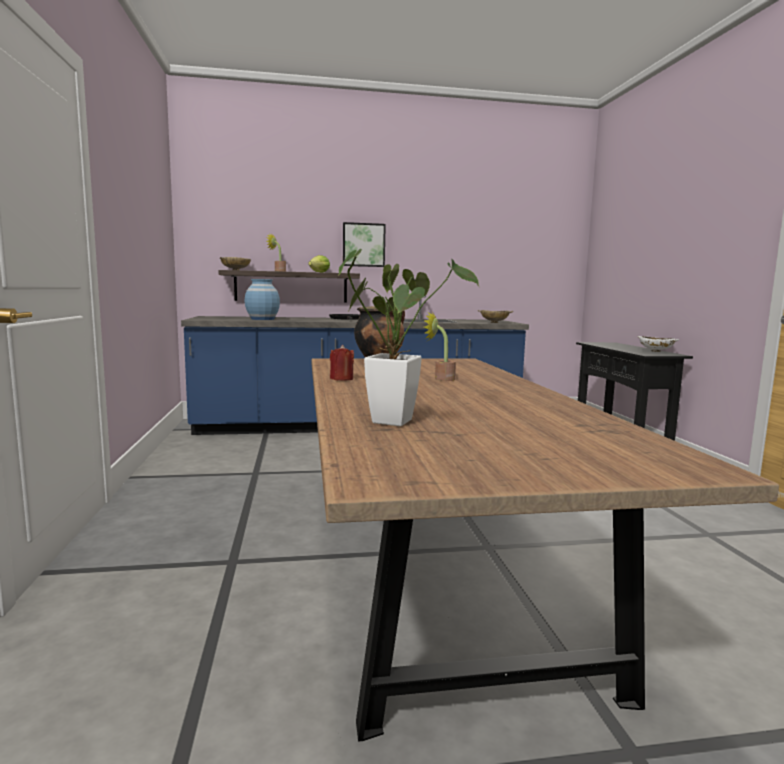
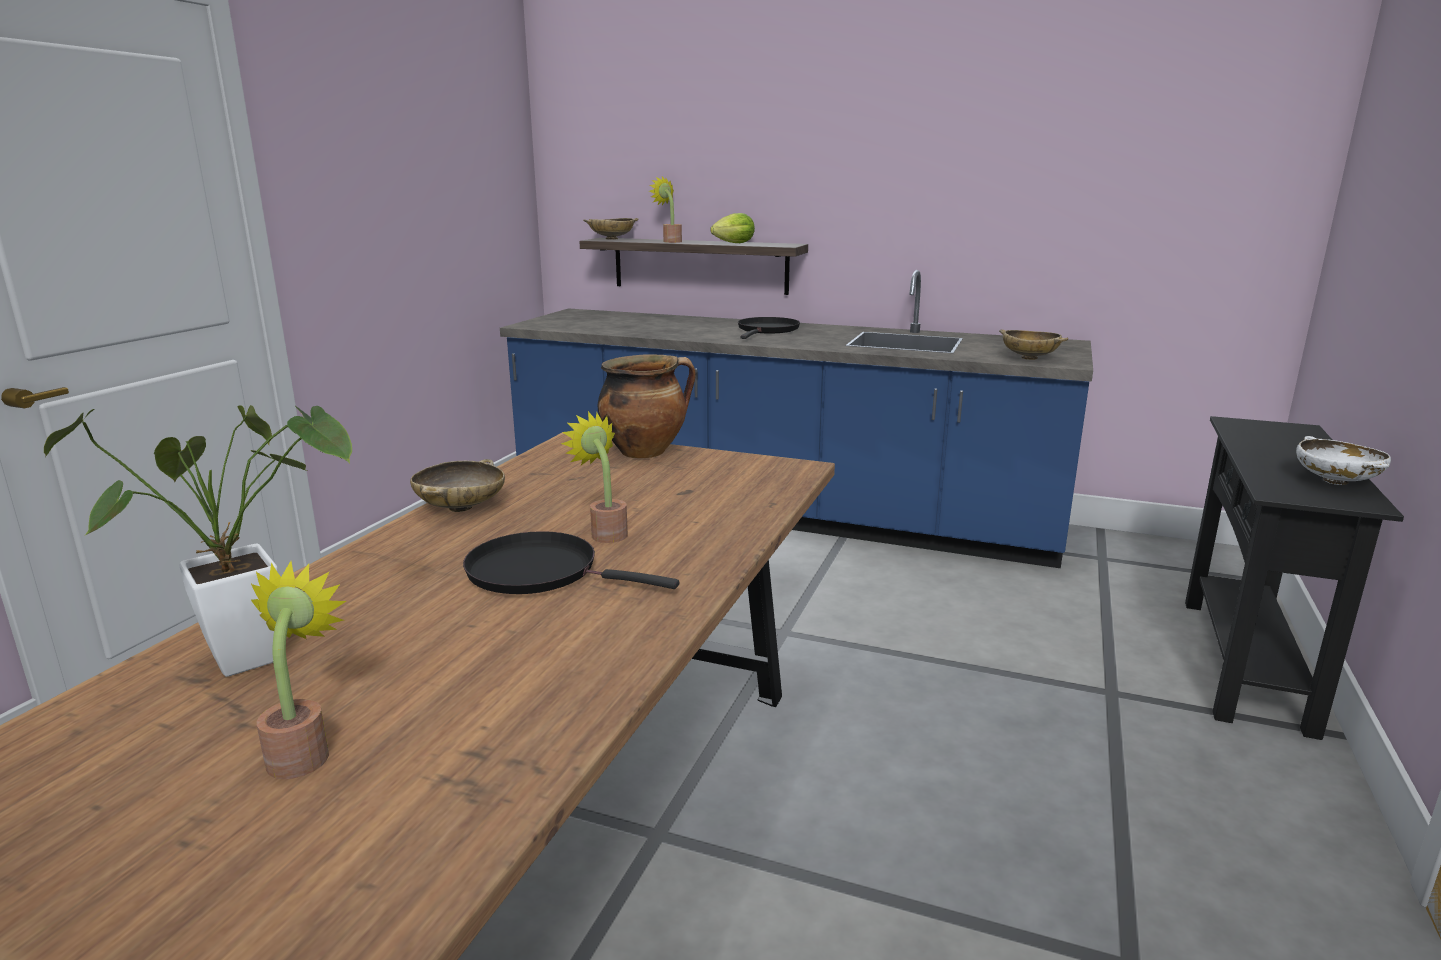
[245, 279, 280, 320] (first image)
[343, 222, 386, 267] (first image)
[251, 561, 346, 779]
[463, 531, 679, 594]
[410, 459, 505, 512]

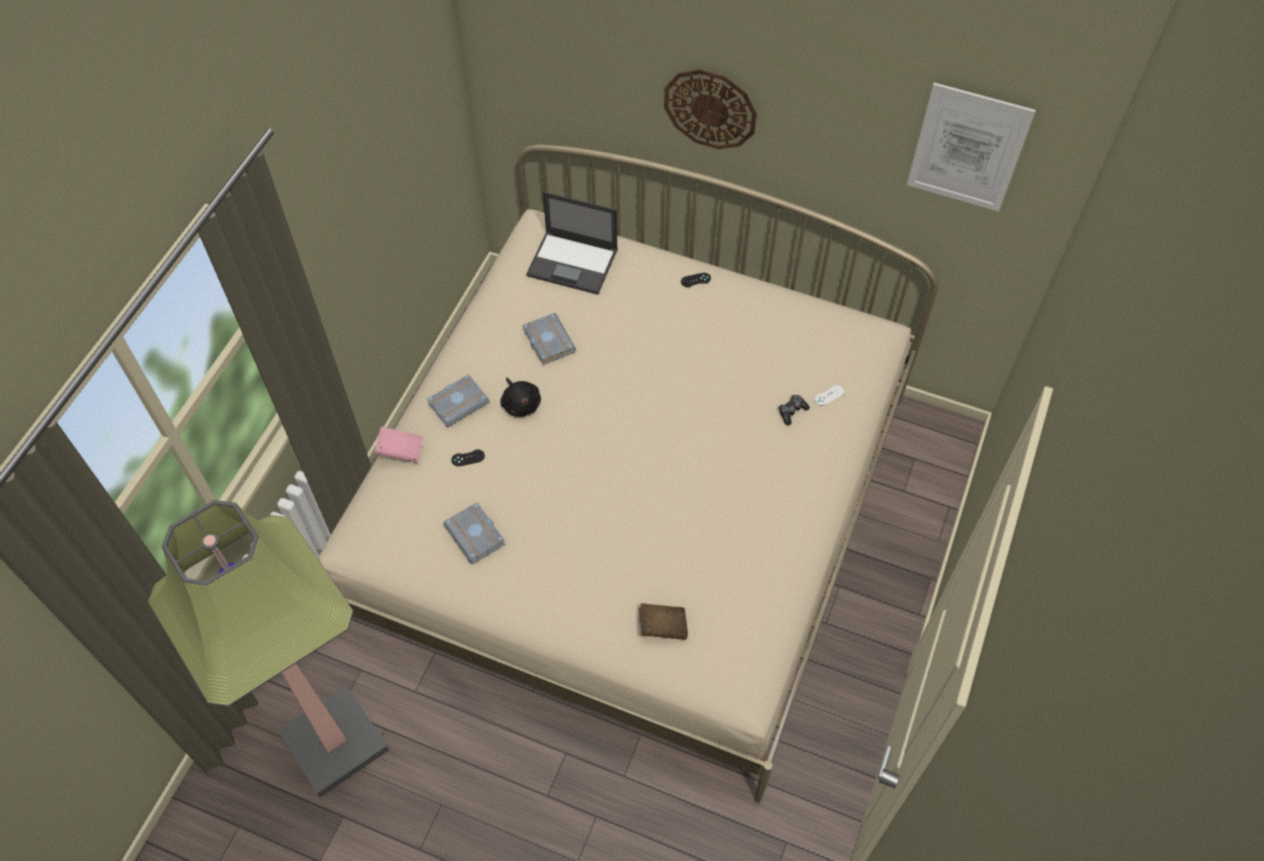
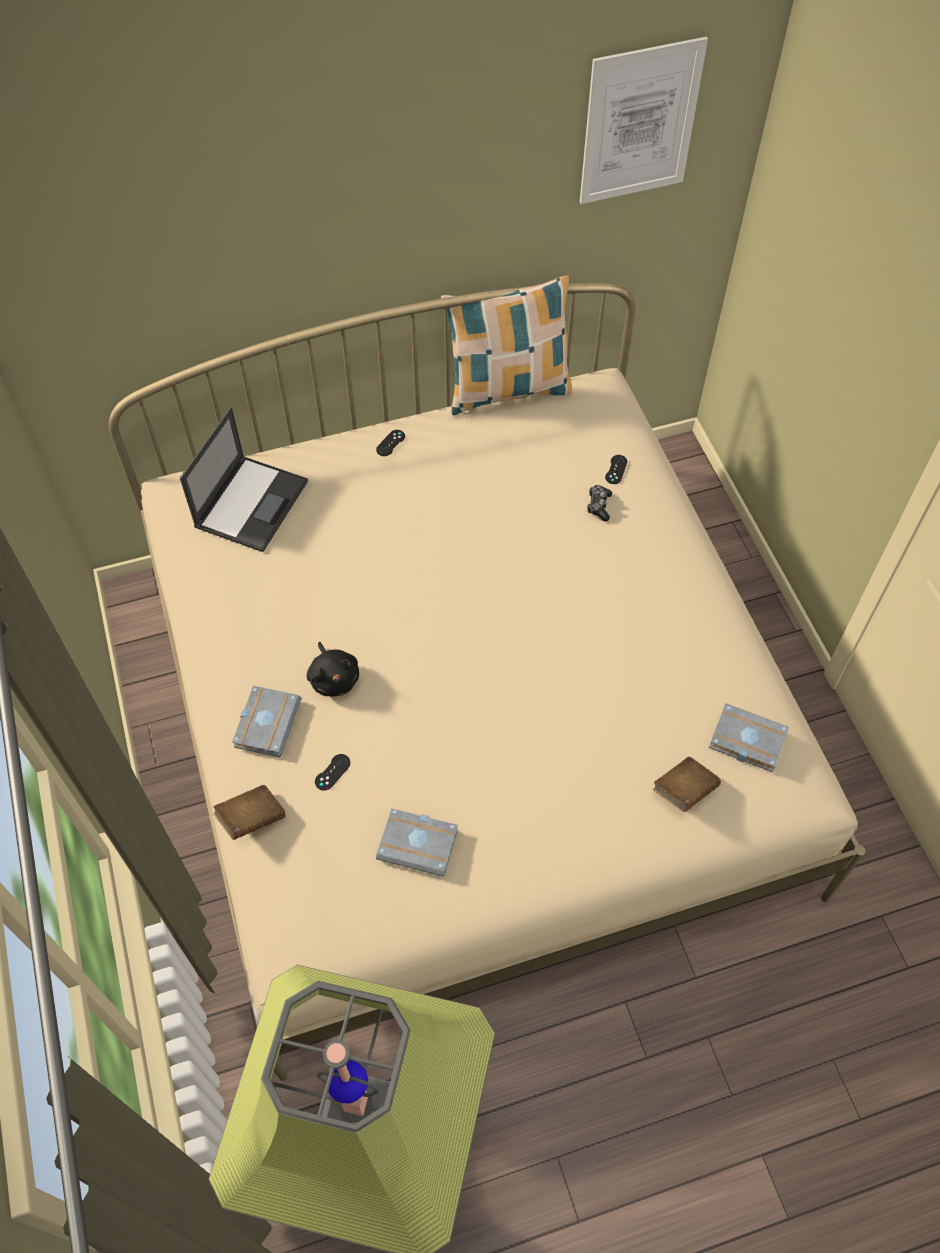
[664, 69, 757, 149] (first image)
[441, 276, 572, 415]
[709, 703, 789, 772]
[213, 785, 285, 840]
[605, 455, 627, 484]
[307, 642, 359, 696]
[180, 407, 308, 552]

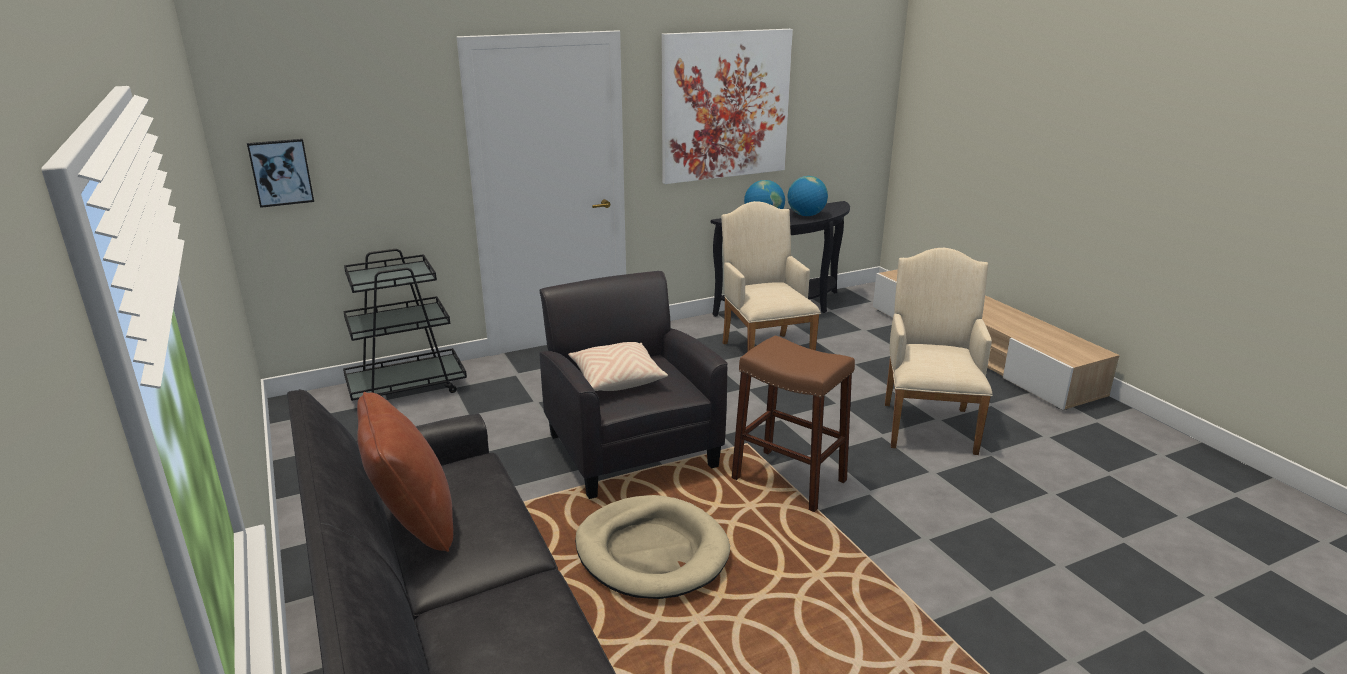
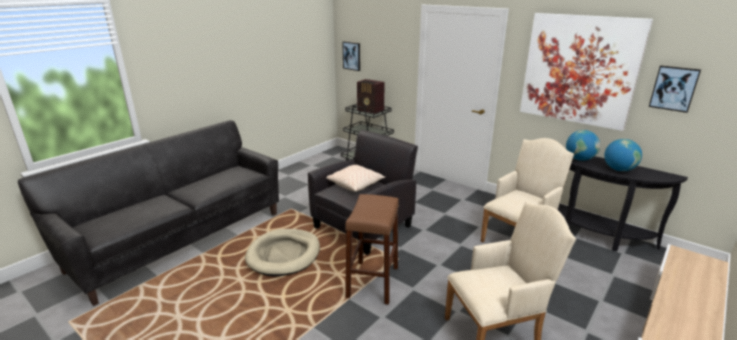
[357, 392, 453, 552] (first image)
[357, 79, 385, 114]
[649, 65, 701, 113]

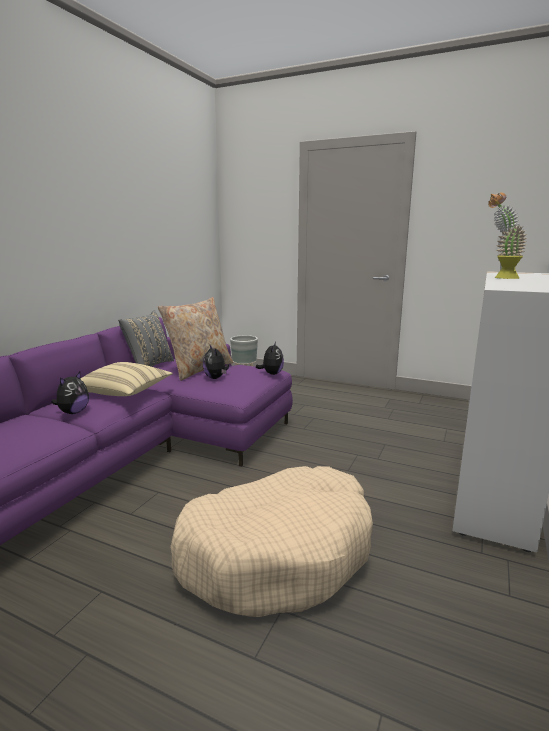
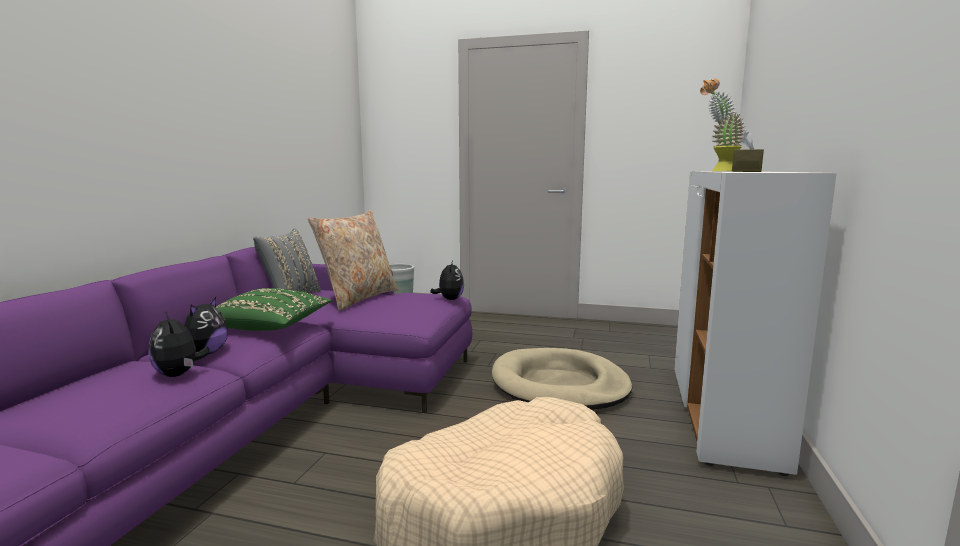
[492, 348, 632, 410]
[732, 130, 764, 172]
[148, 312, 210, 377]
[216, 288, 332, 331]

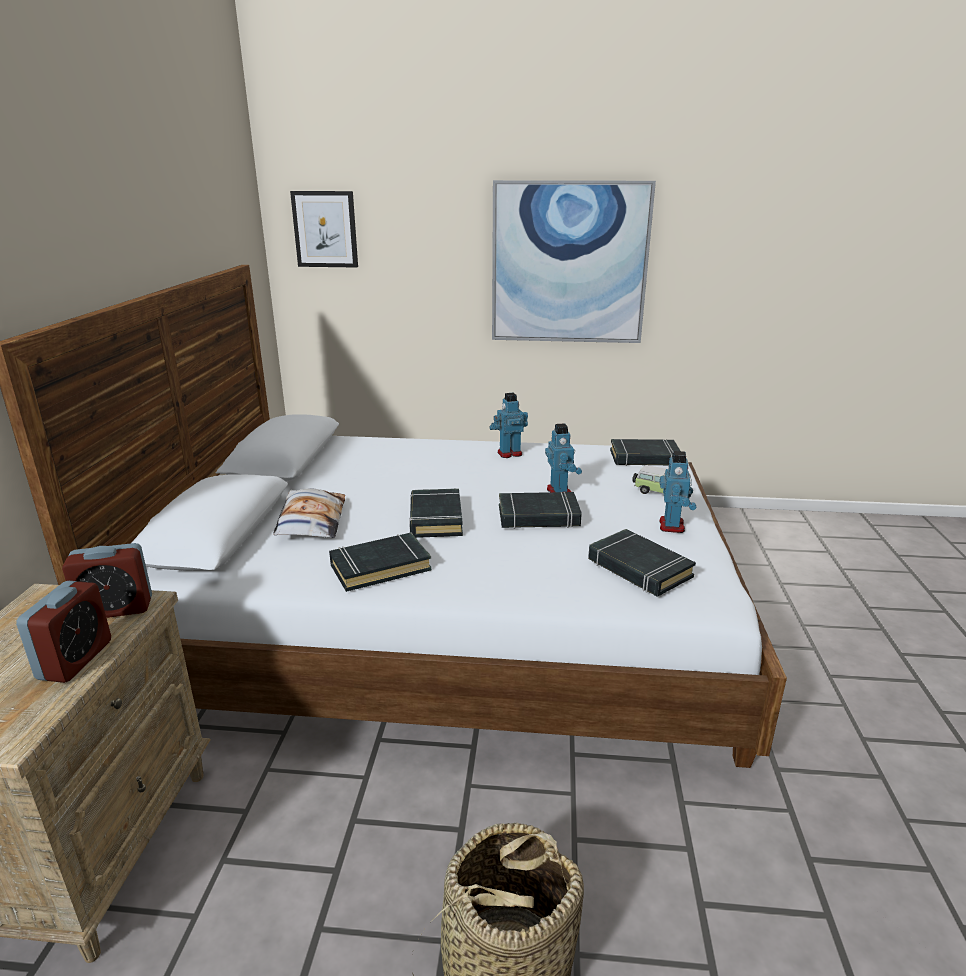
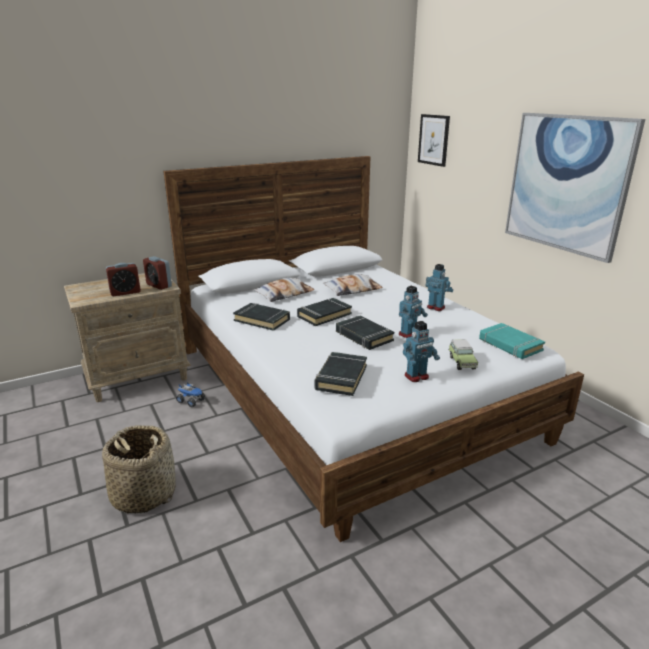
[176, 382, 205, 407]
[322, 274, 383, 296]
[479, 323, 545, 359]

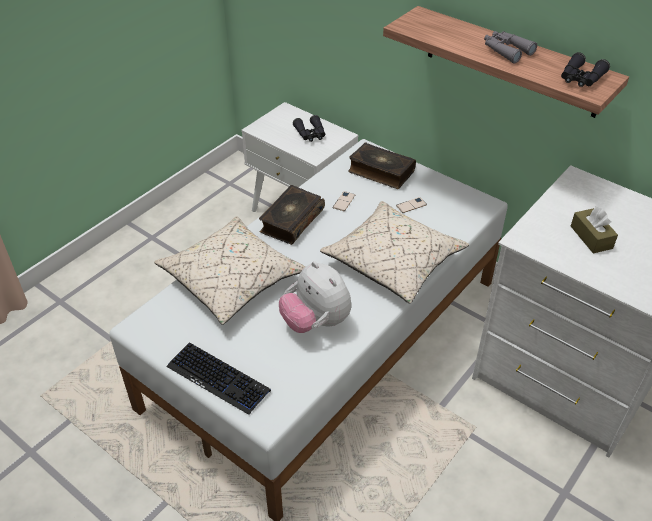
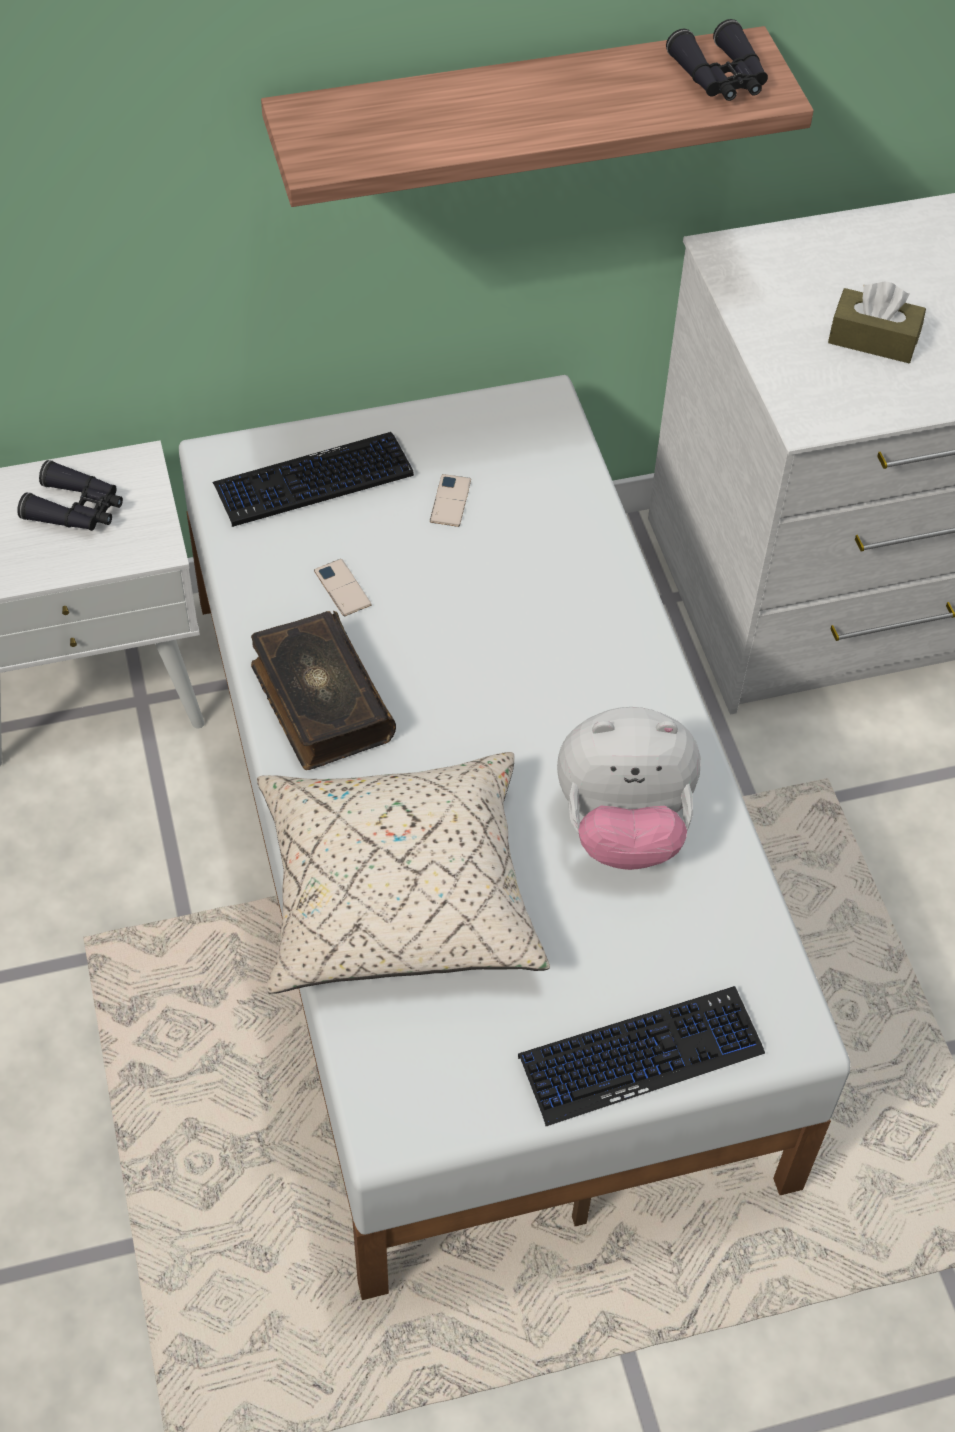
[320, 201, 469, 304] (first image)
[484, 31, 537, 64] (first image)
[212, 432, 414, 527]

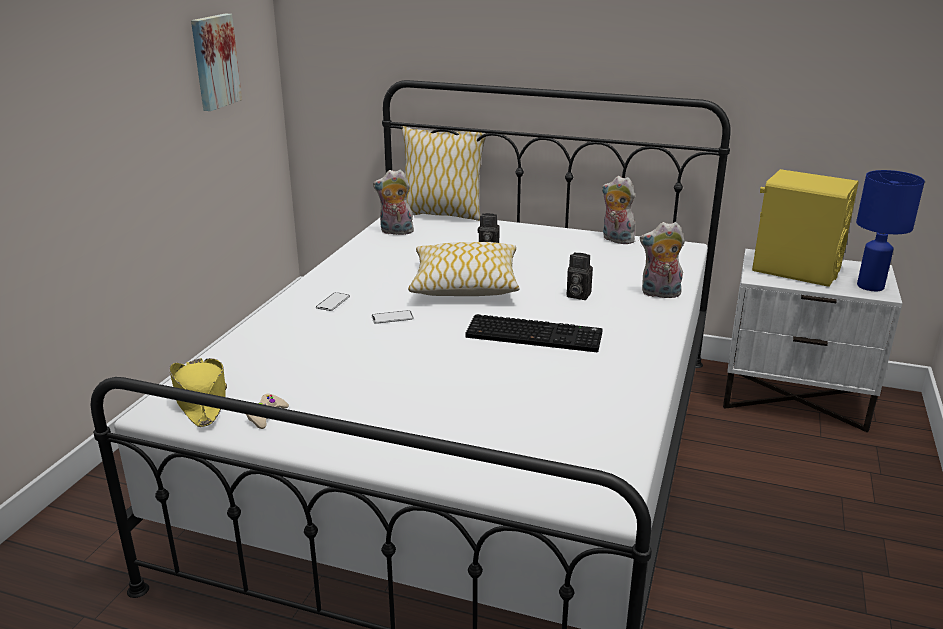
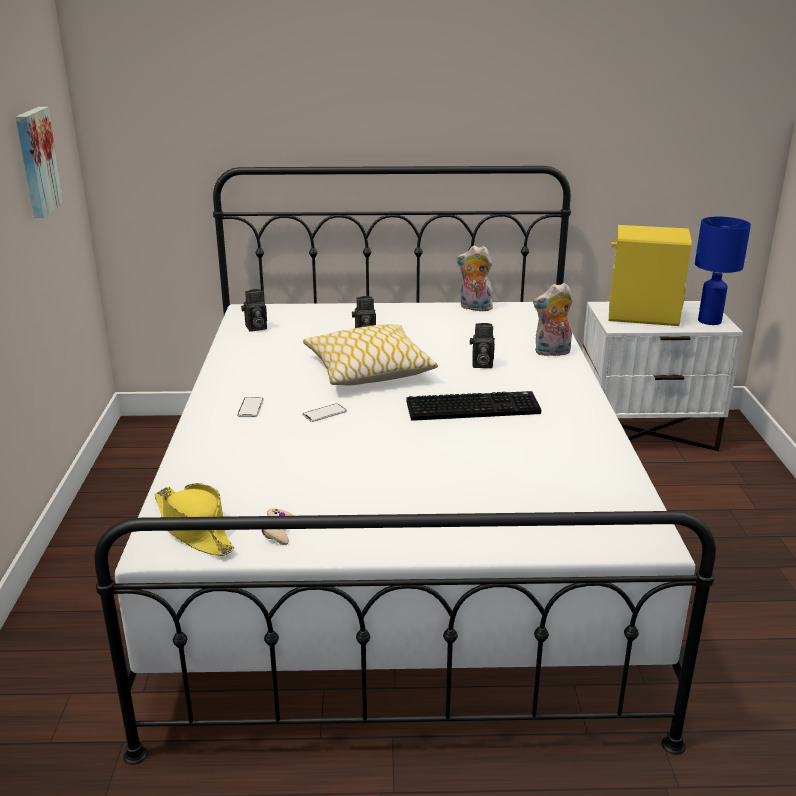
[402, 126, 486, 221] (first image)
[241, 289, 267, 332]

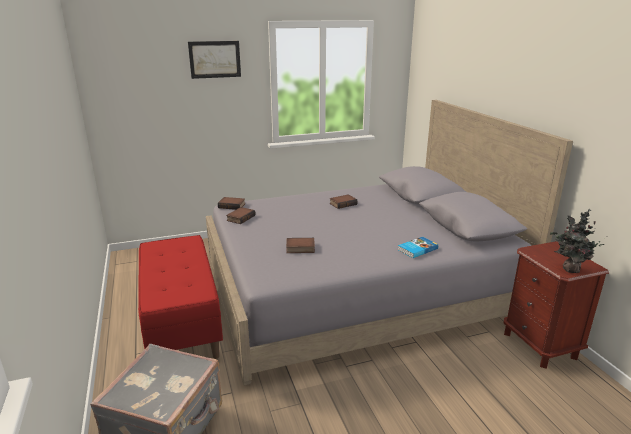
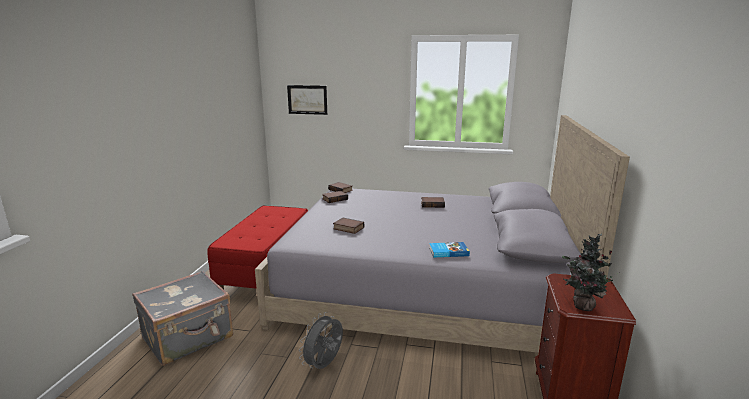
[299, 312, 343, 369]
[287, 85, 327, 115]

